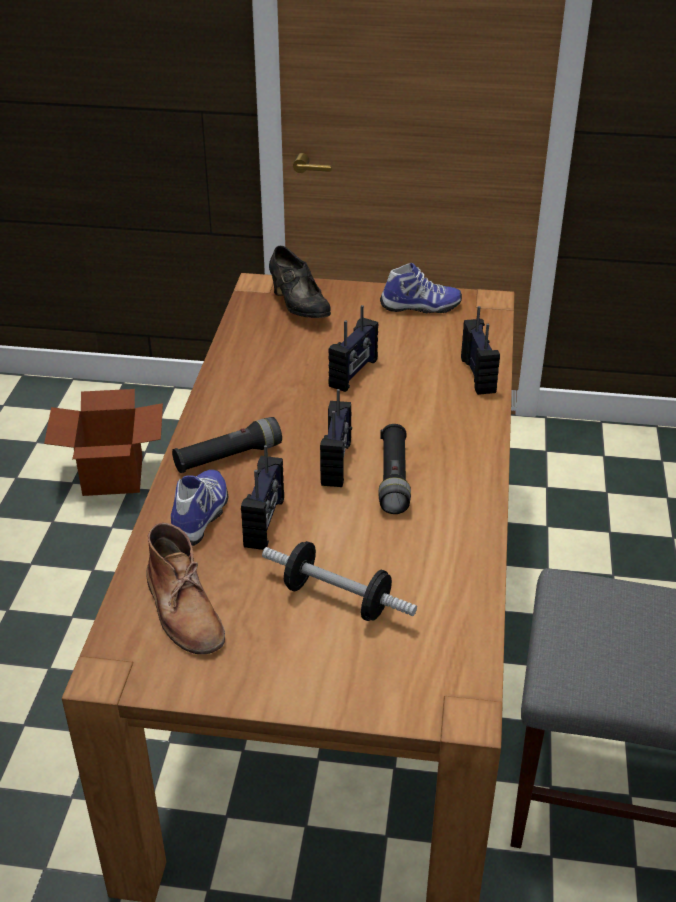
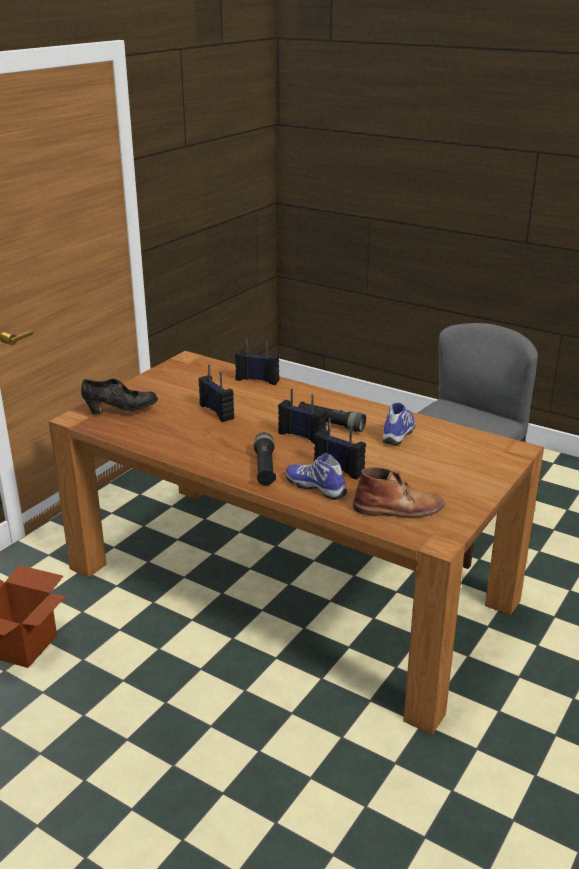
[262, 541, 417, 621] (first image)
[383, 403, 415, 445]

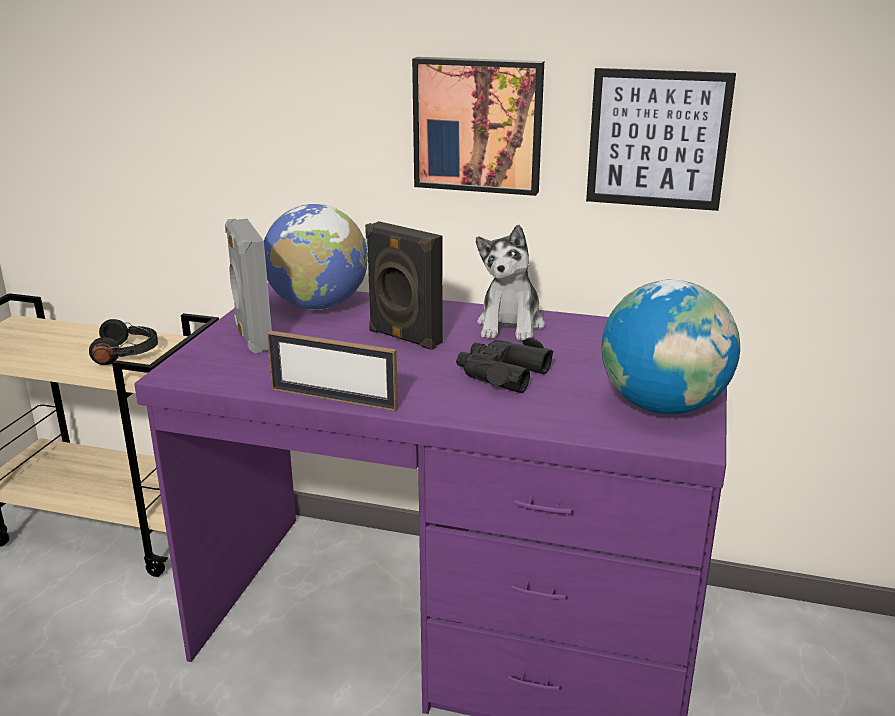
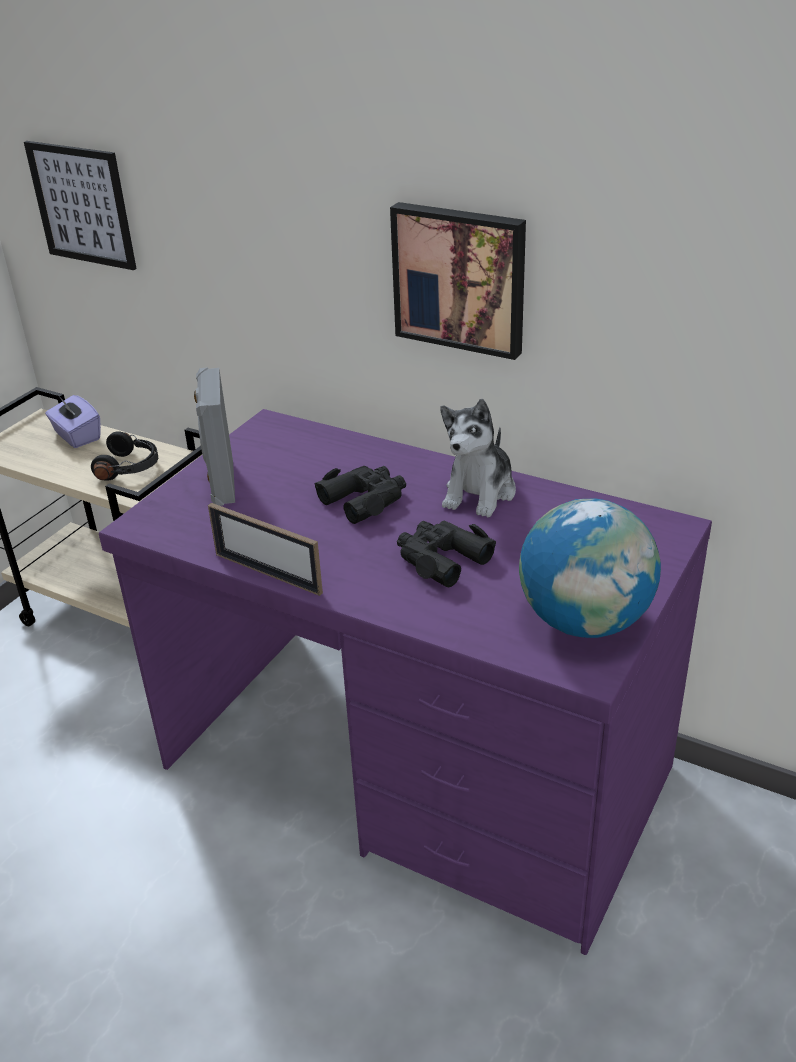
[264, 204, 368, 310] (first image)
[45, 395, 101, 448]
[24, 141, 136, 270]
[314, 466, 406, 524]

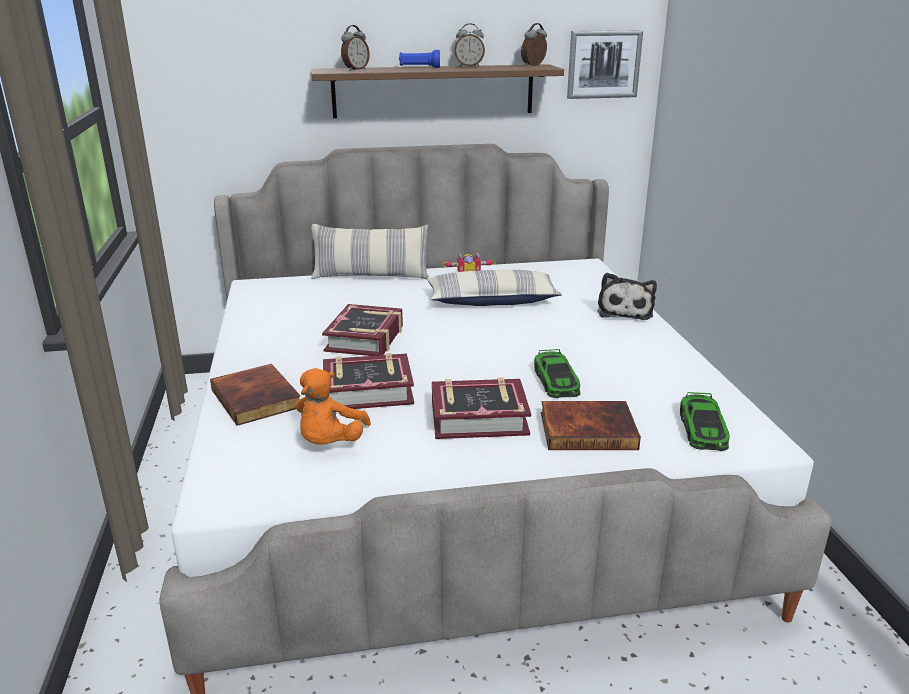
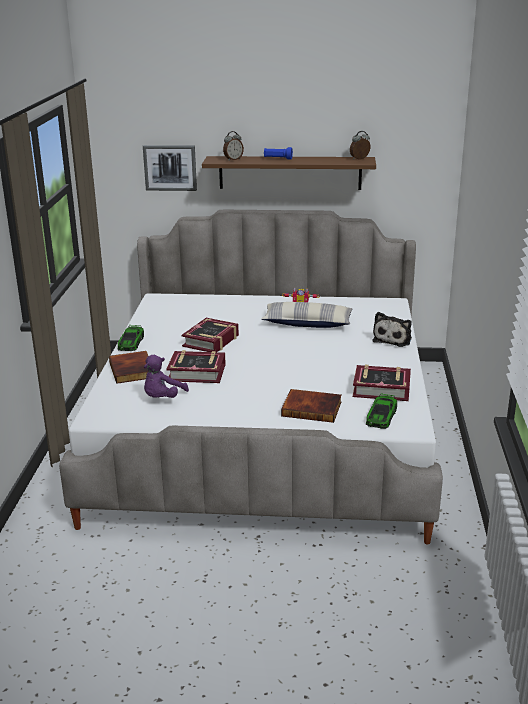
[311, 224, 429, 279] (first image)
[454, 23, 485, 67] (first image)
[353, 365, 411, 401]
[118, 325, 144, 351]
[143, 145, 197, 191]
[144, 355, 189, 398]

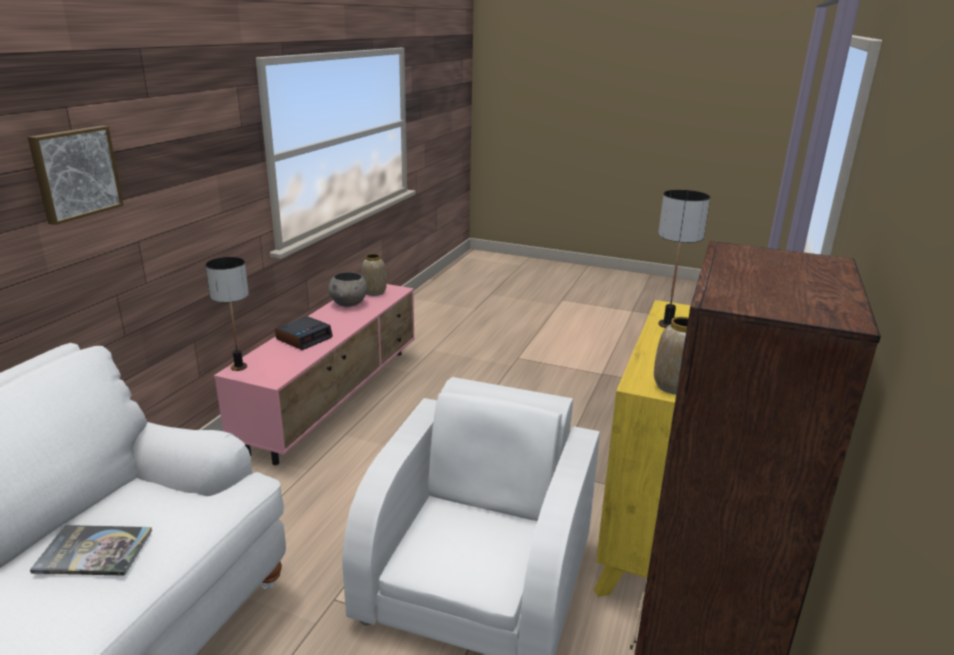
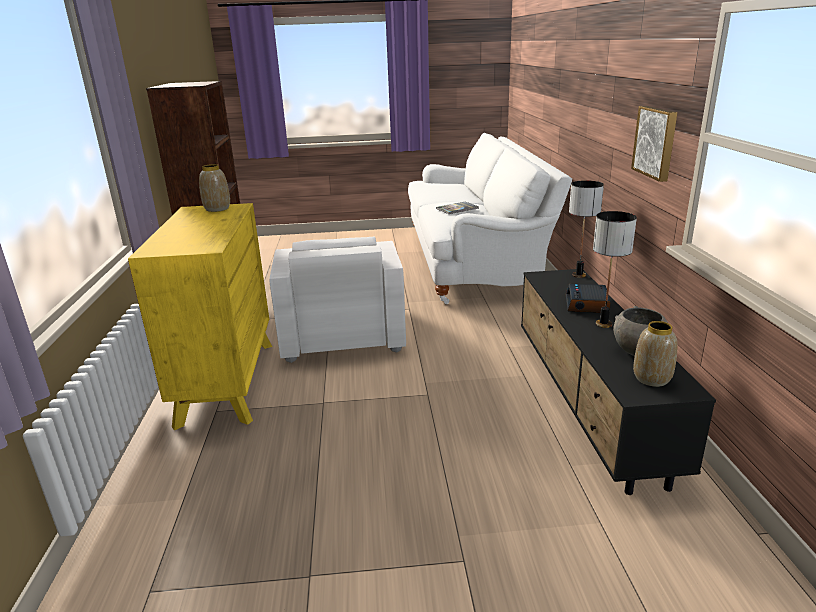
[631, 106, 677, 182]
[593, 211, 637, 328]
[521, 269, 716, 495]

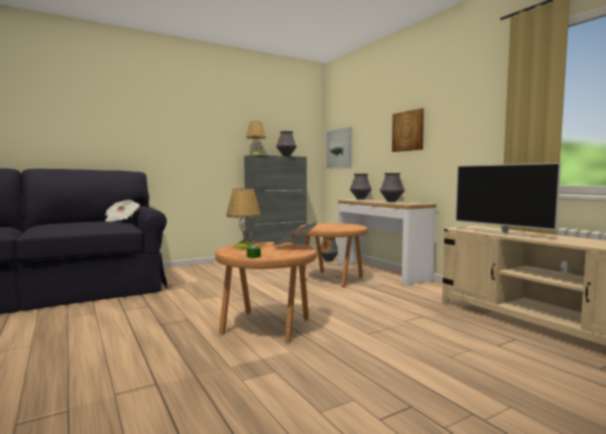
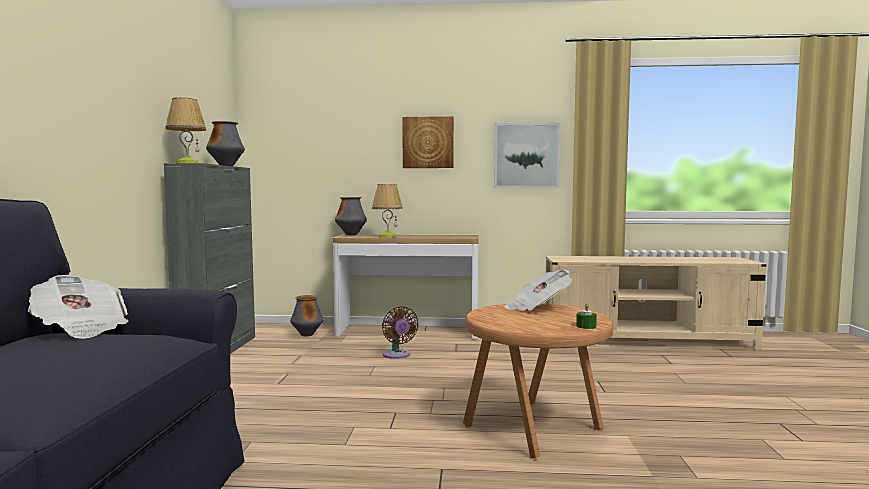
[380, 173, 405, 202] (first image)
[455, 163, 561, 237] (first image)
[372, 184, 403, 238]
[494, 122, 560, 188]
[382, 306, 419, 359]

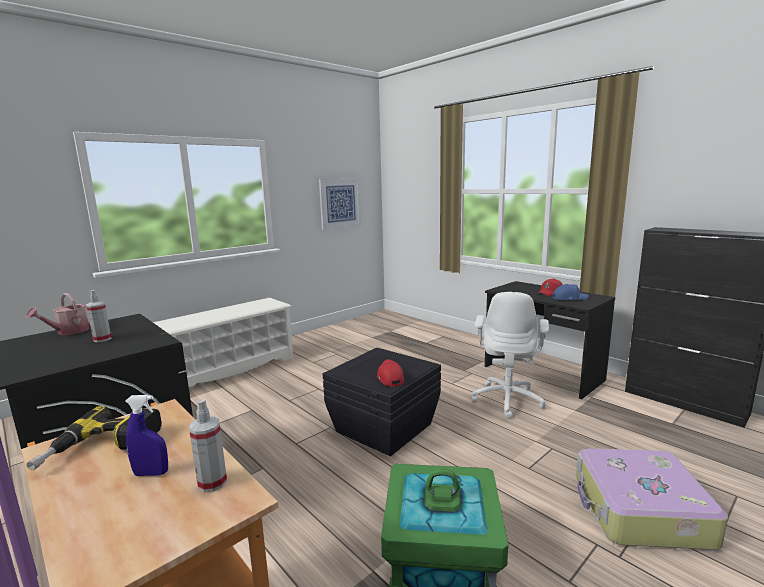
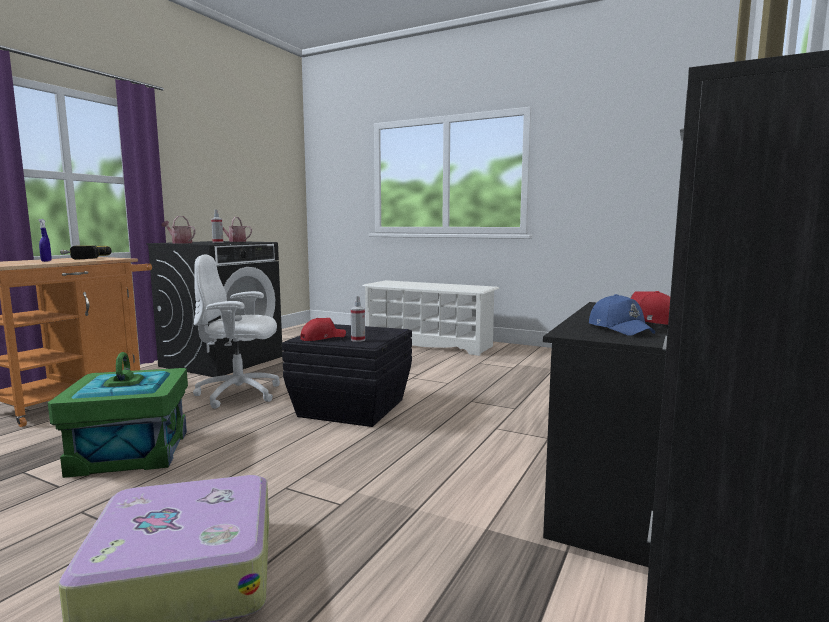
[319, 178, 361, 230] (first image)
[161, 216, 195, 244]
[351, 296, 365, 342]
[193, 254, 280, 409]

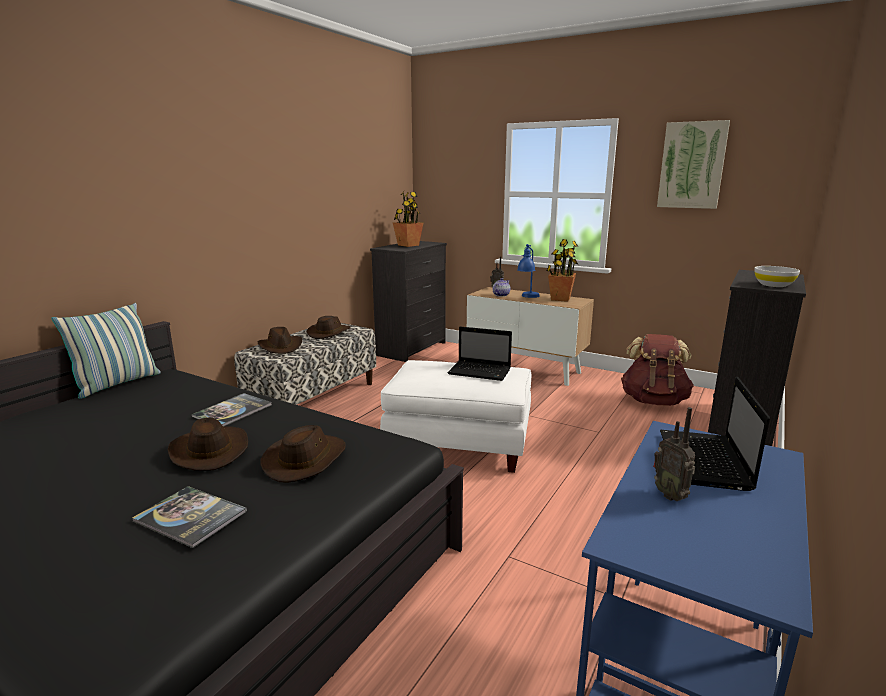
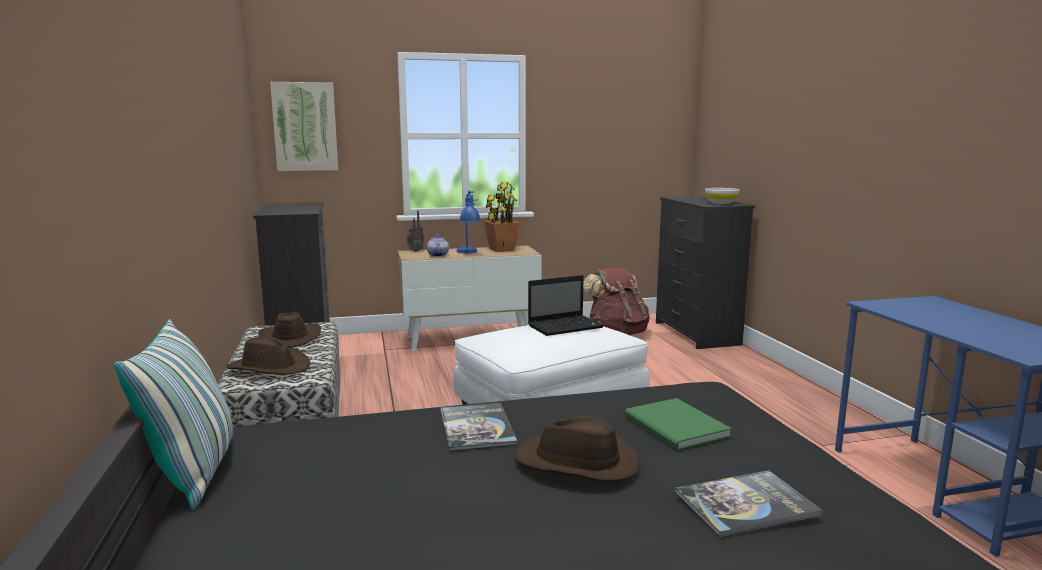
[393, 190, 423, 247] (first image)
[653, 407, 696, 501] (first image)
[660, 377, 770, 491] (first image)
[270, 82, 338, 171]
[624, 398, 732, 450]

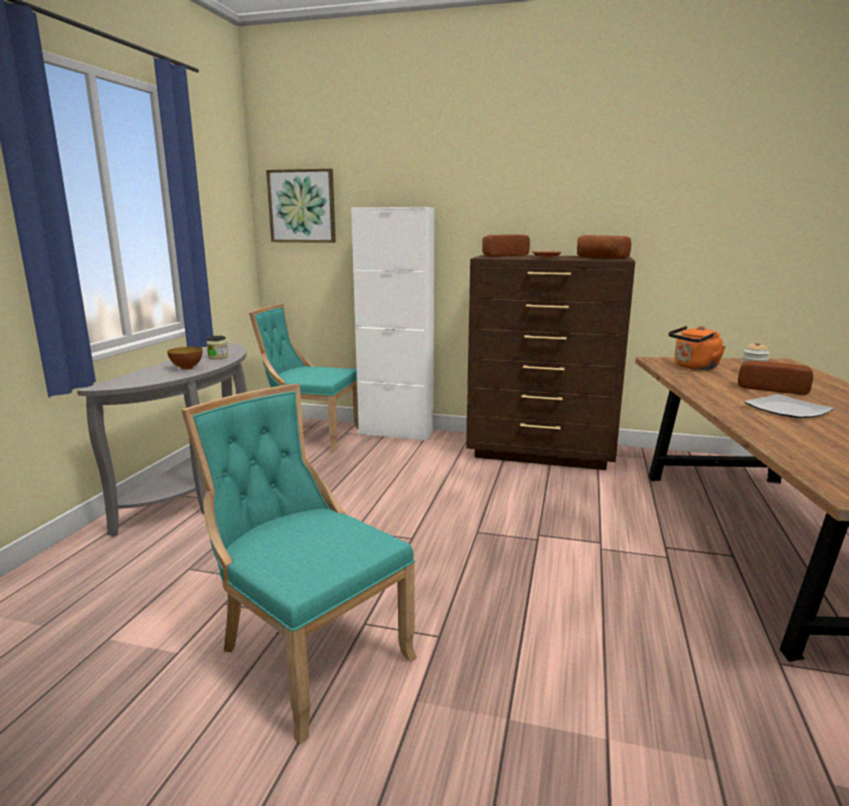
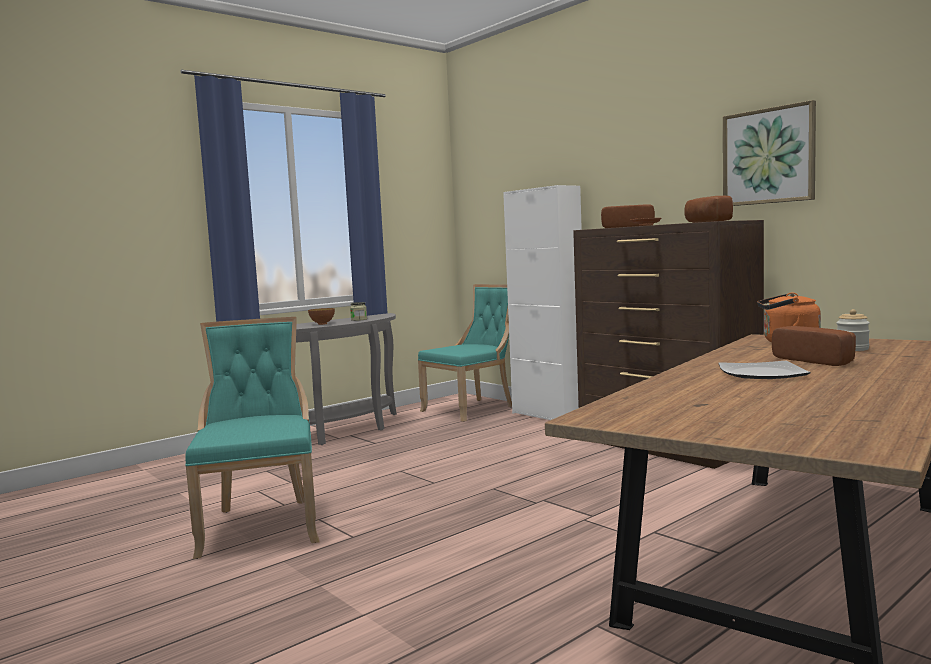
[723, 100, 816, 206]
[418, 284, 512, 422]

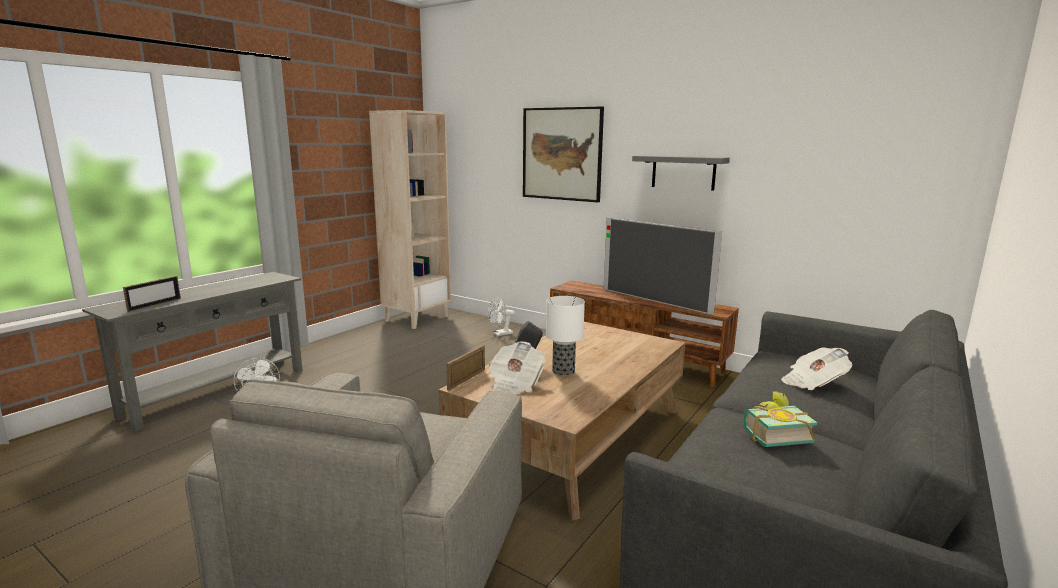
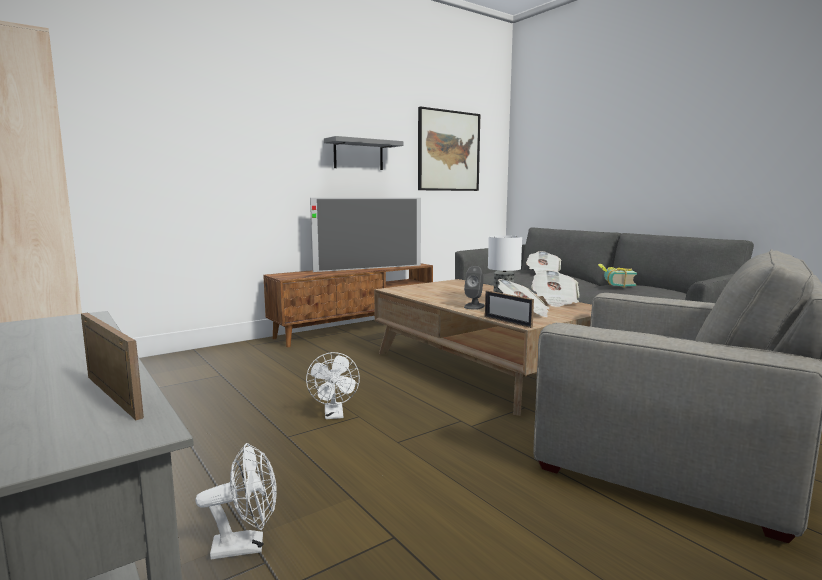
[531, 270, 579, 307]
[306, 352, 360, 419]
[418, 106, 480, 191]

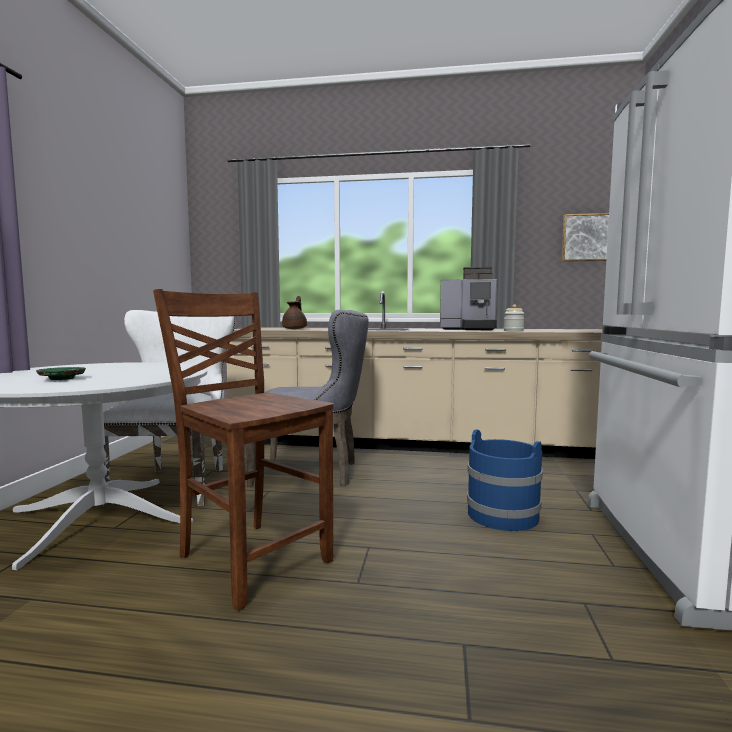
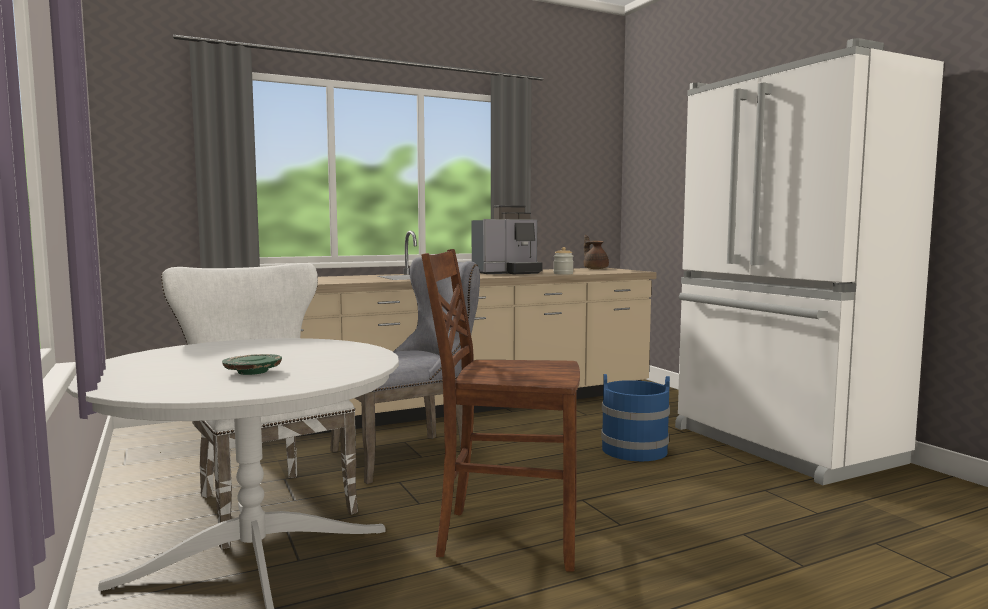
[561, 213, 609, 262] (first image)
[584, 235, 609, 269]

